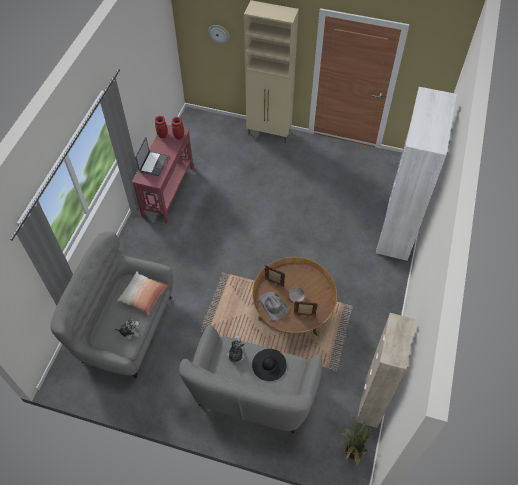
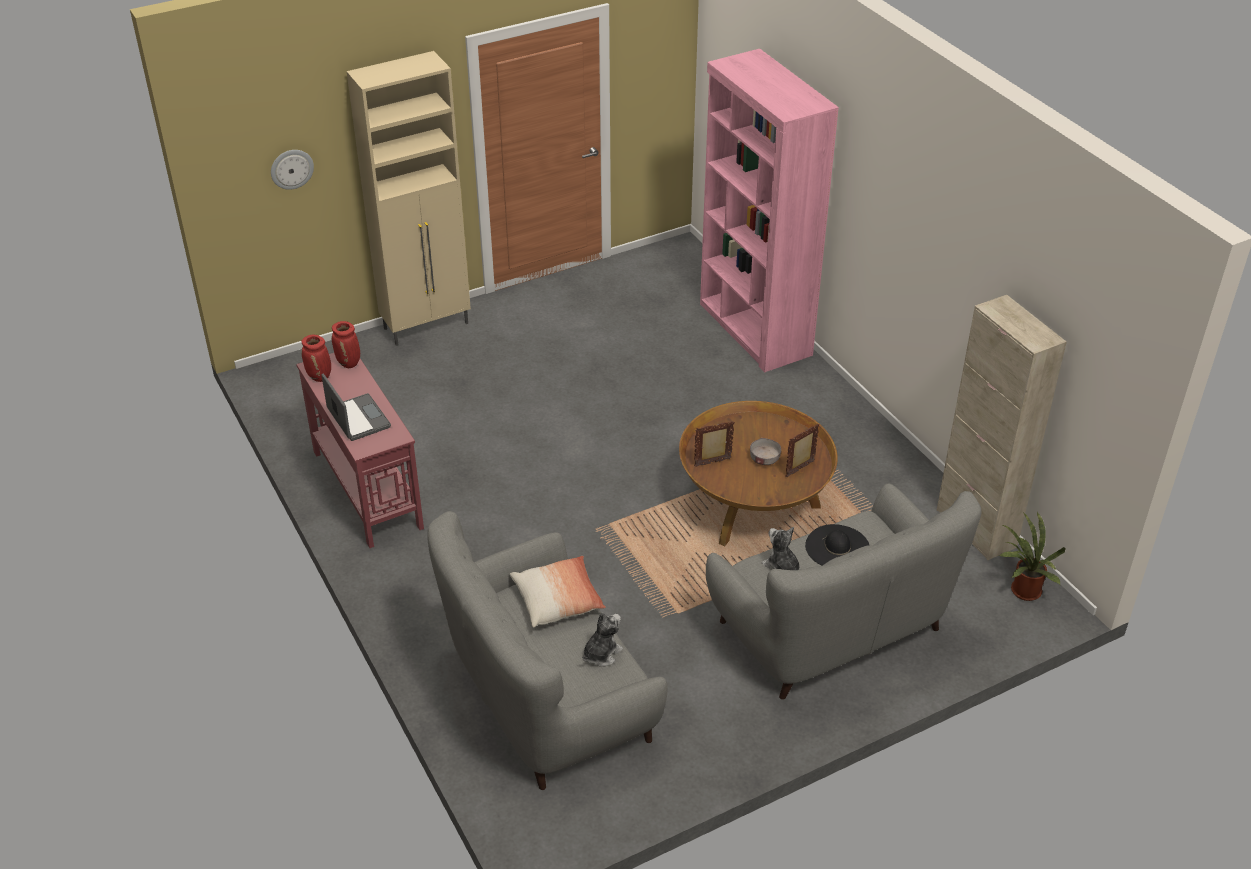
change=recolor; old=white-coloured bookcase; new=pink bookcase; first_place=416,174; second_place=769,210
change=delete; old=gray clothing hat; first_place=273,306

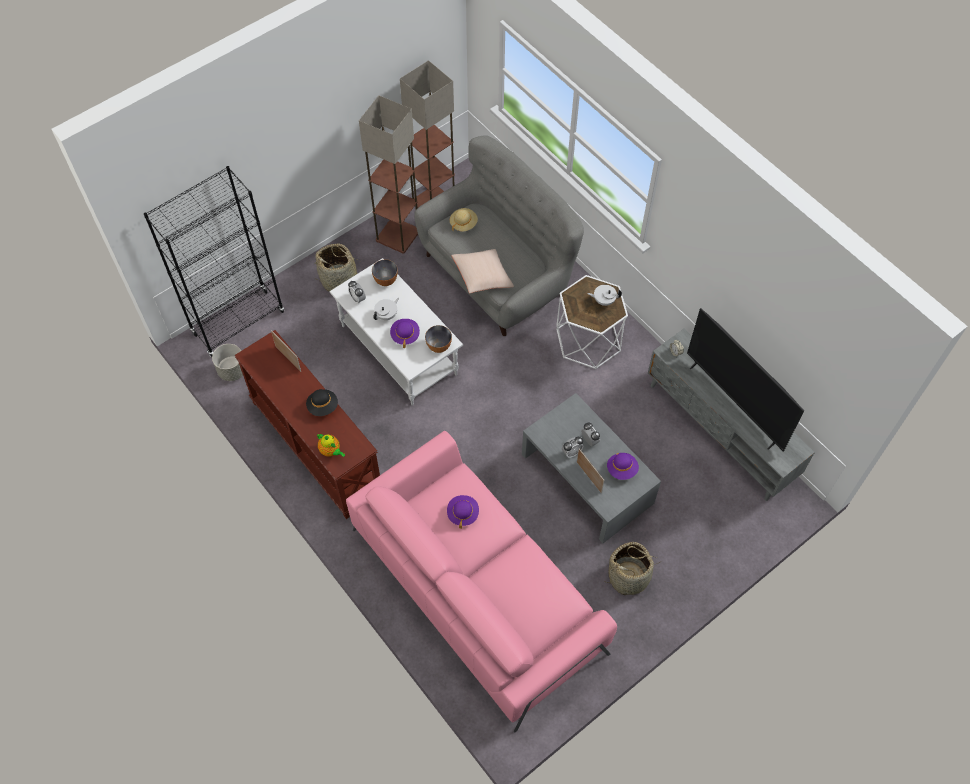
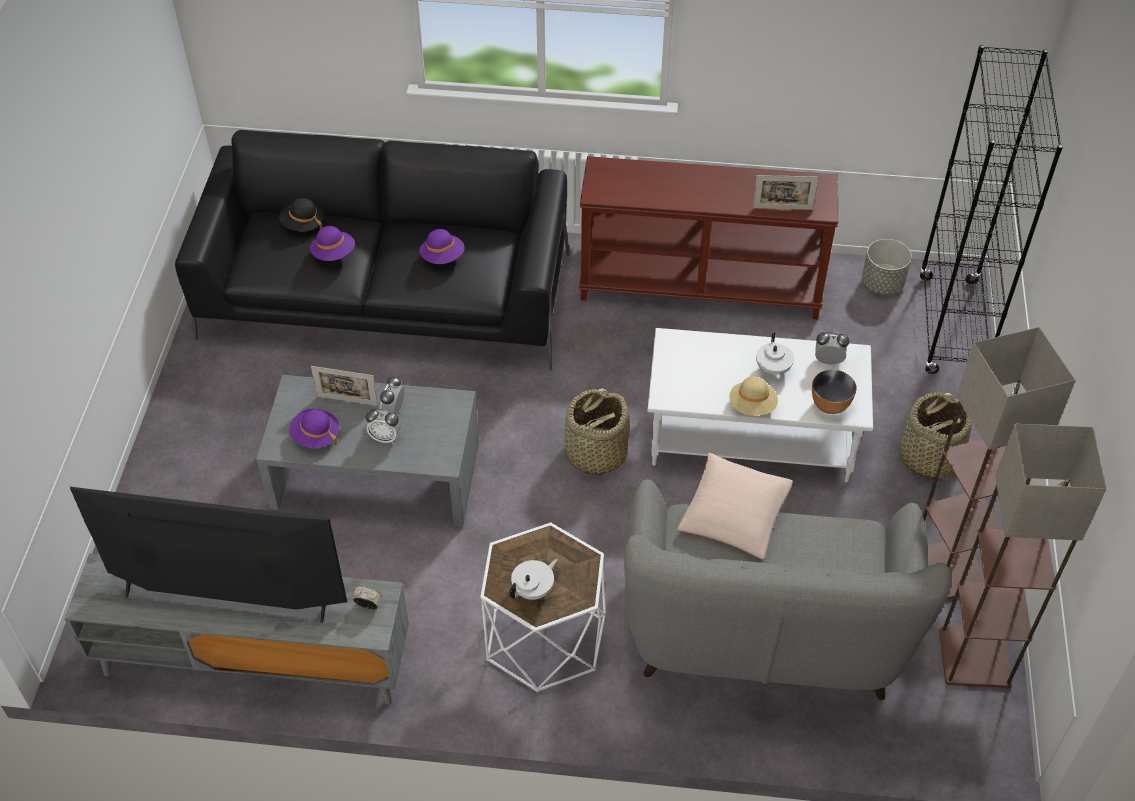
change=recolor; old=pink settee; new=black-coloured settee; first_place=481,581; second_place=372,250
change=move; old=black-coloured clothing hat; first_place=322,402; second_place=301,214
change=move; old=purple clothing hat; first_place=405,333; second_place=332,243
change=move; old=household basket; first_place=633,568; second_place=597,431
change=move; old=sand-coloured clothing hat; first_place=464,219; second_place=753,396
change=delete; old=teapot; first_place=331,445
change=delete; old=bowl; first_place=438,339

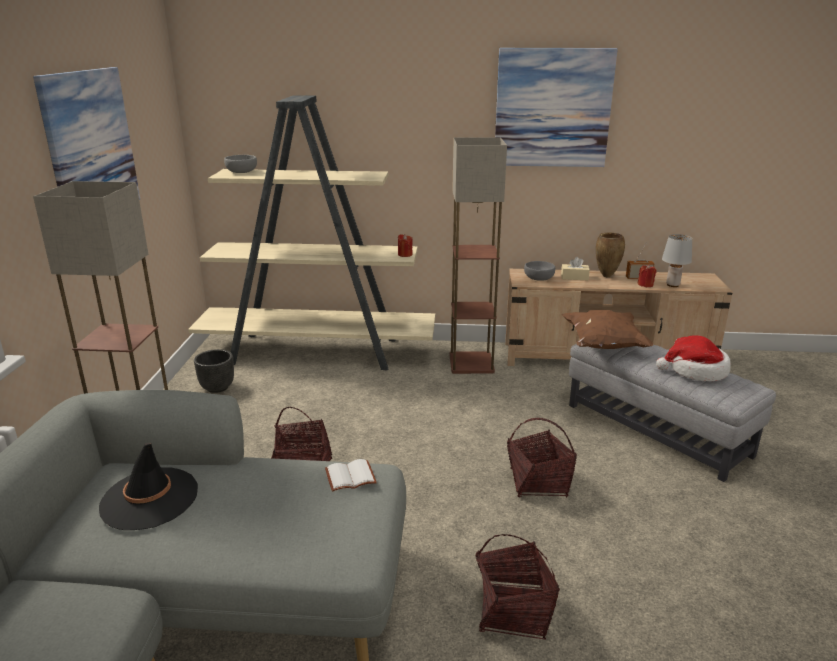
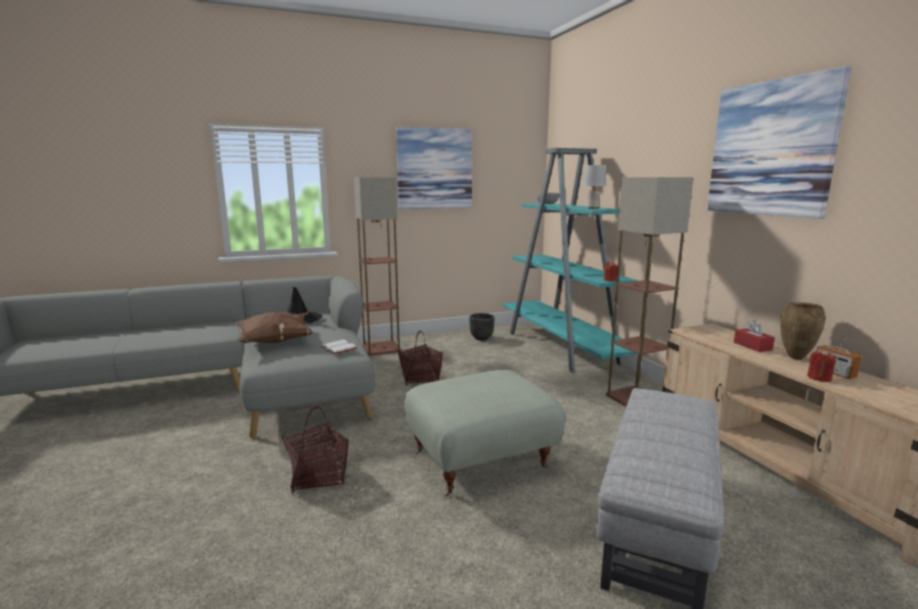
change=move; old=brown cushion; first_place=607,329; second_place=275,327
change=replace; old=household basket; new=gray footrest; first_place=542,457; second_place=485,433
change=recolor; old=sand-coloured bookcase; new=turquoise bookcase; first_place=311,233; second_place=570,260
change=move; old=gray lamp for a table; first_place=677,260; second_place=594,187
change=recolor; old=sand-coloured tissue box; new=red-coloured tissue box; first_place=575,268; second_place=754,336
change=delete; old=gray bowl; first_place=539,271
change=delete; old=clothing hat; first_place=693,358

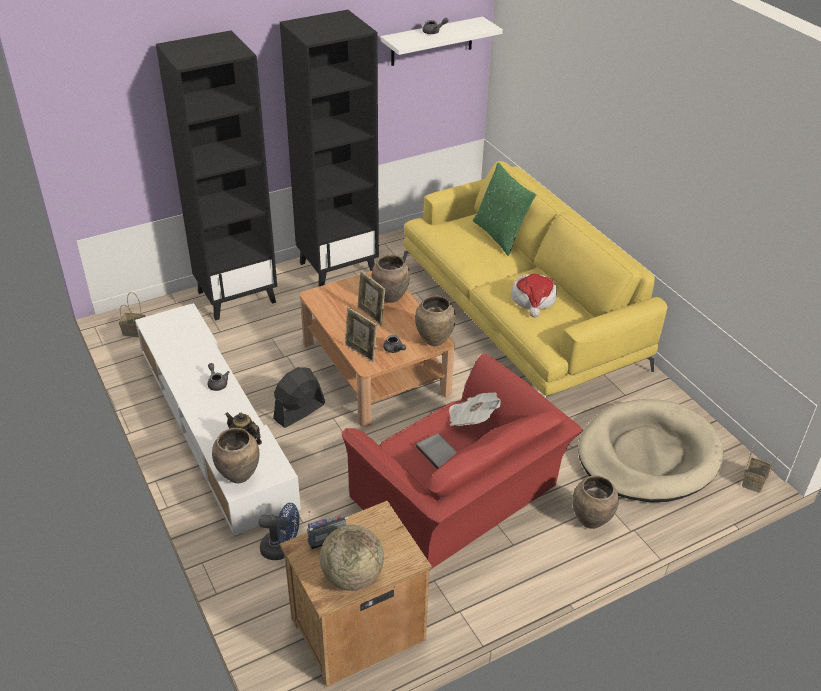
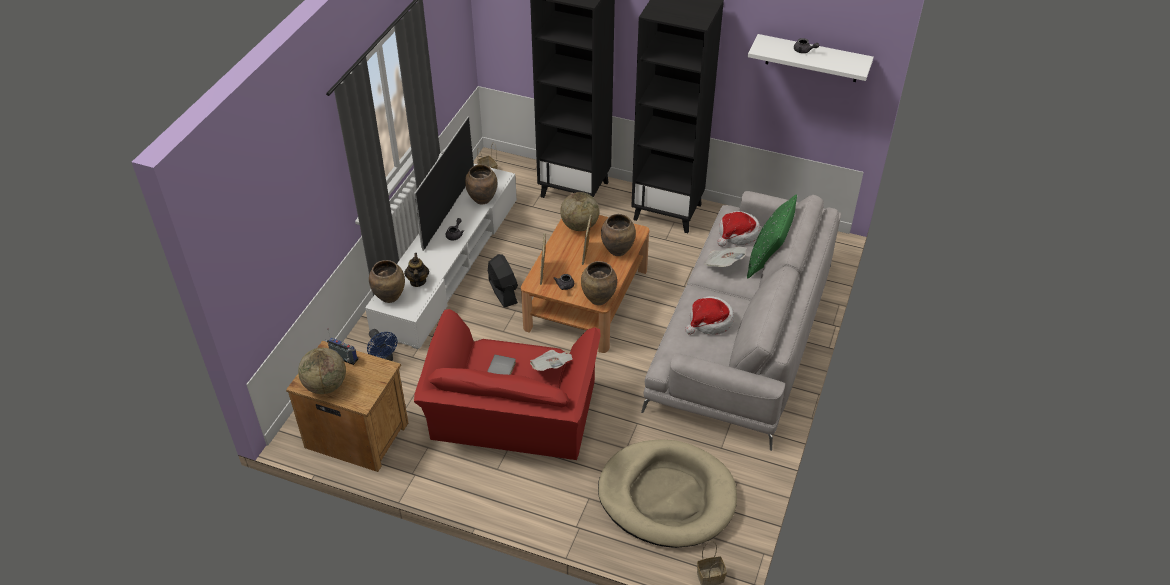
change=insert; new=television; second_place=444,184
change=move; old=brown flower vase; first_place=596,502; second_place=481,184
change=rotate; old=black-coloured fan; first_place=299,397; second_place=503,281; degrees=60
change=insert; new=desk globe; second_place=579,211
change=recolor; old=yellow-coloured settee; new=gray settee; first_place=535,279; second_place=741,321
change=insert; new=daily paper; second_place=725,256
change=insert; new=clothing hat; second_place=739,229

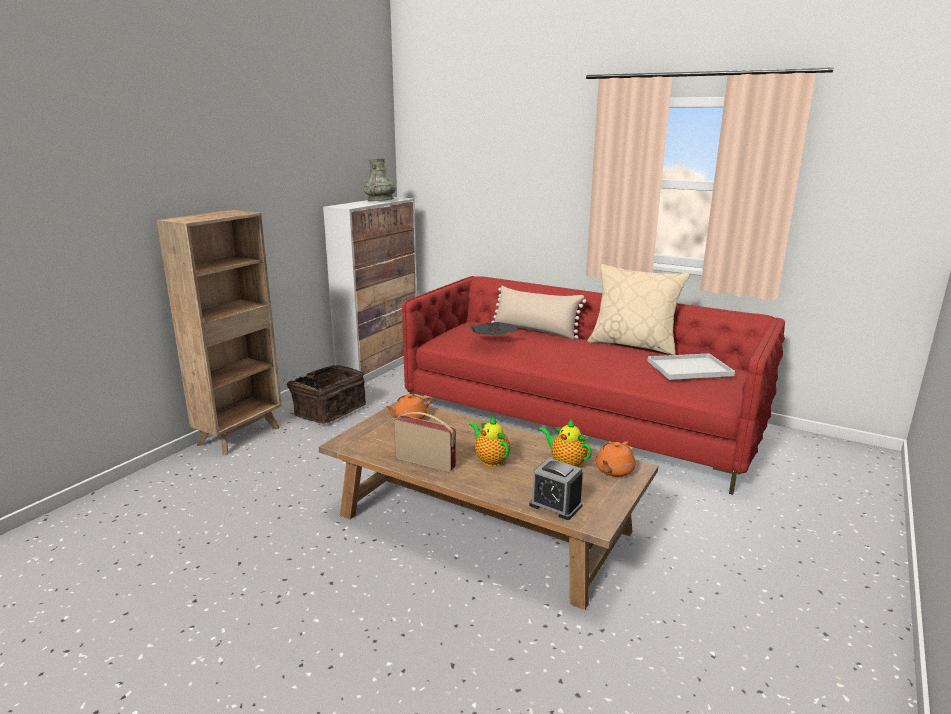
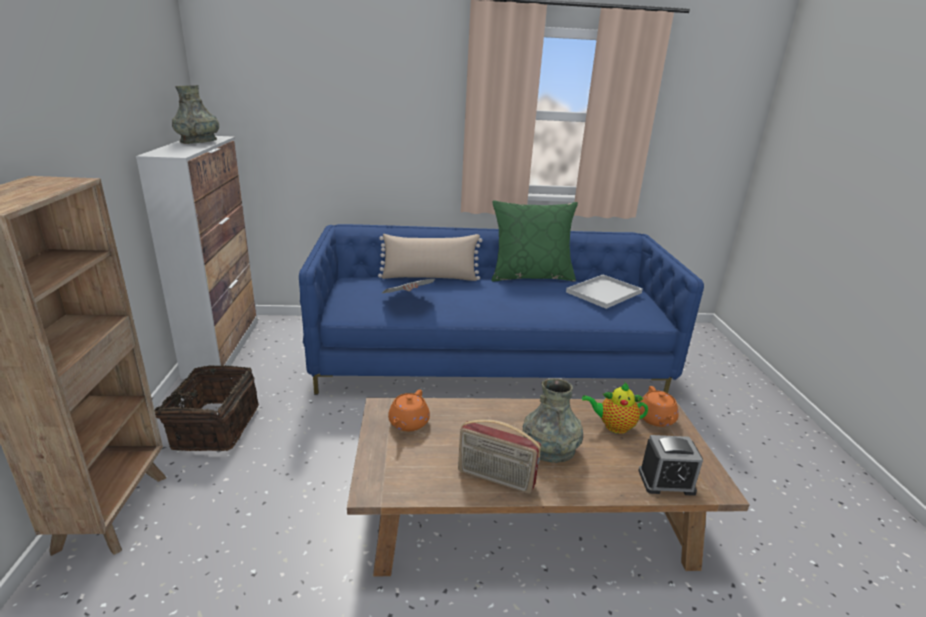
change=recolor; old=red-coloured settee; new=bluish settee; first_place=593,385; second_place=501,309
change=rotate; old=radio; first_place=425,442; second_place=499,456; degrees=-150
change=recolor; old=sand-coloured cushion; new=green-coloured cushion; first_place=638,309; second_place=535,241
change=replace; old=teapot; new=gray flower vase; first_place=489,441; second_place=553,420

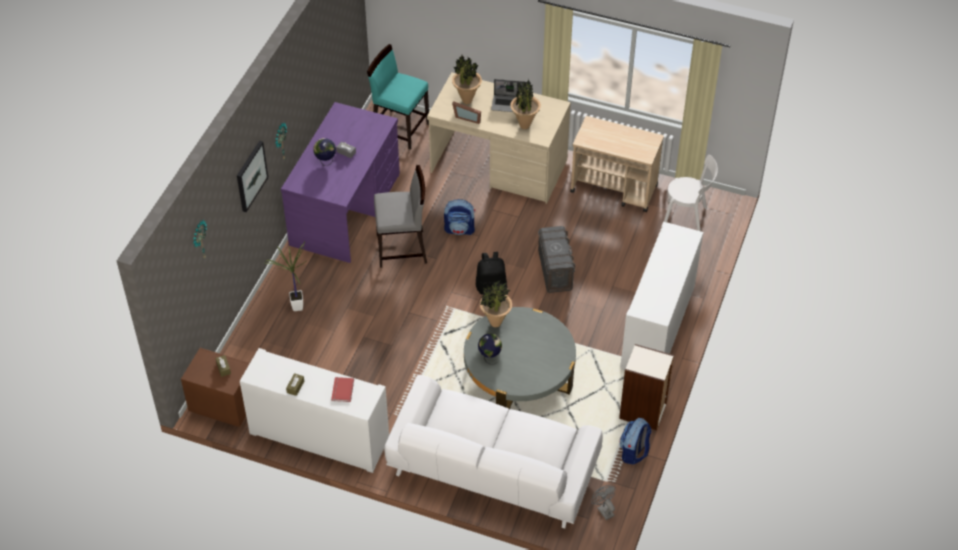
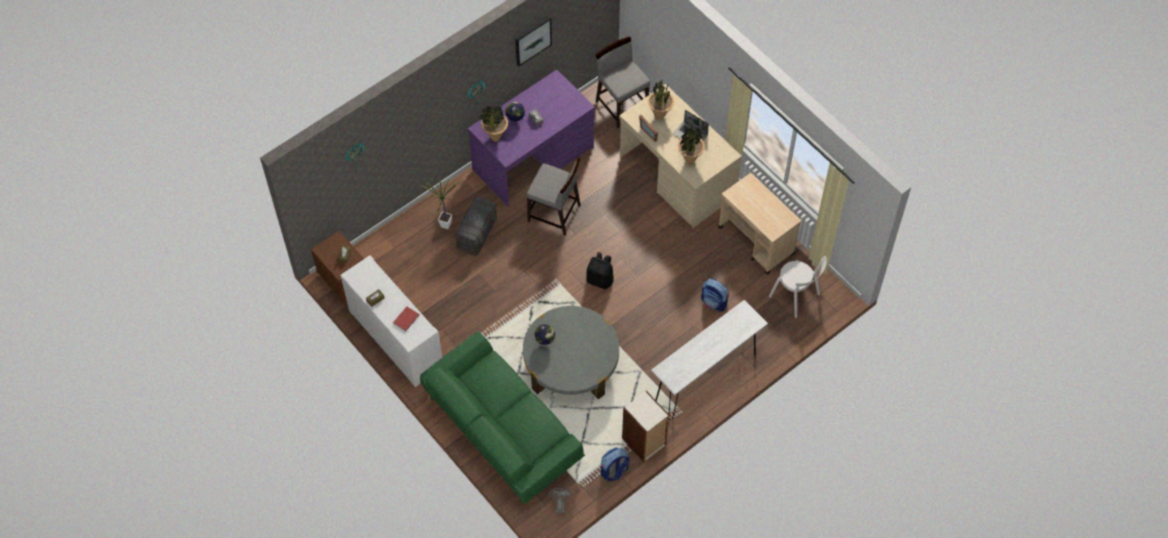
change=recolor; old=white-coloured settee; new=green-coloured settee; first_place=493,451; second_place=502,417
change=move; old=gray storage box; first_place=556,259; second_place=475,226
change=move; old=plant in a pot; first_place=496,304; second_place=493,124
change=move; old=picture; first_place=252,176; second_place=533,41
change=recolor; old=turquoise upright chair; new=gray upright chair; first_place=398,97; second_place=623,82
change=replace; old=white-coloured cabinet; new=white-coloured hall table; first_place=661,296; second_place=709,360
change=move; old=backpack; first_place=459,217; second_place=715,295

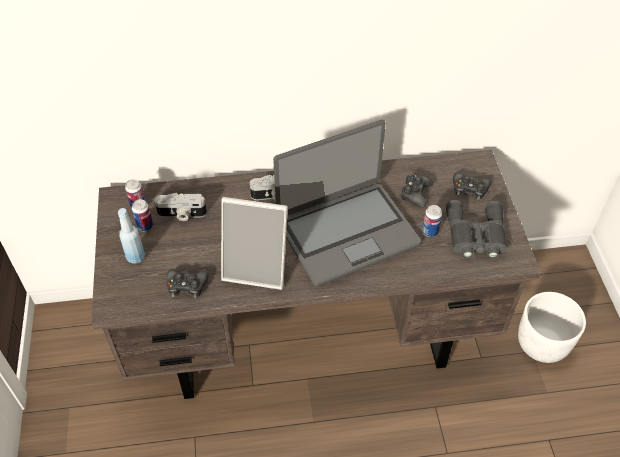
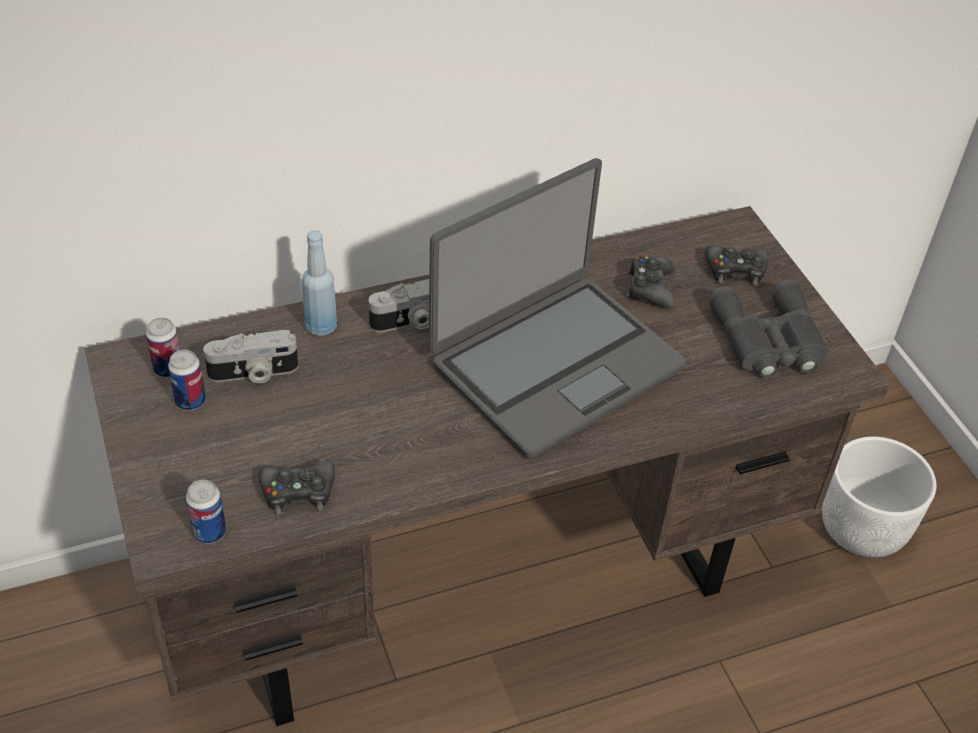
change=move; old=sealed can; first_place=432,221; second_place=206,512
change=move; old=bluish beverage bottle; first_place=131,236; second_place=319,283
change=delete; old=standing frame; first_place=254,243

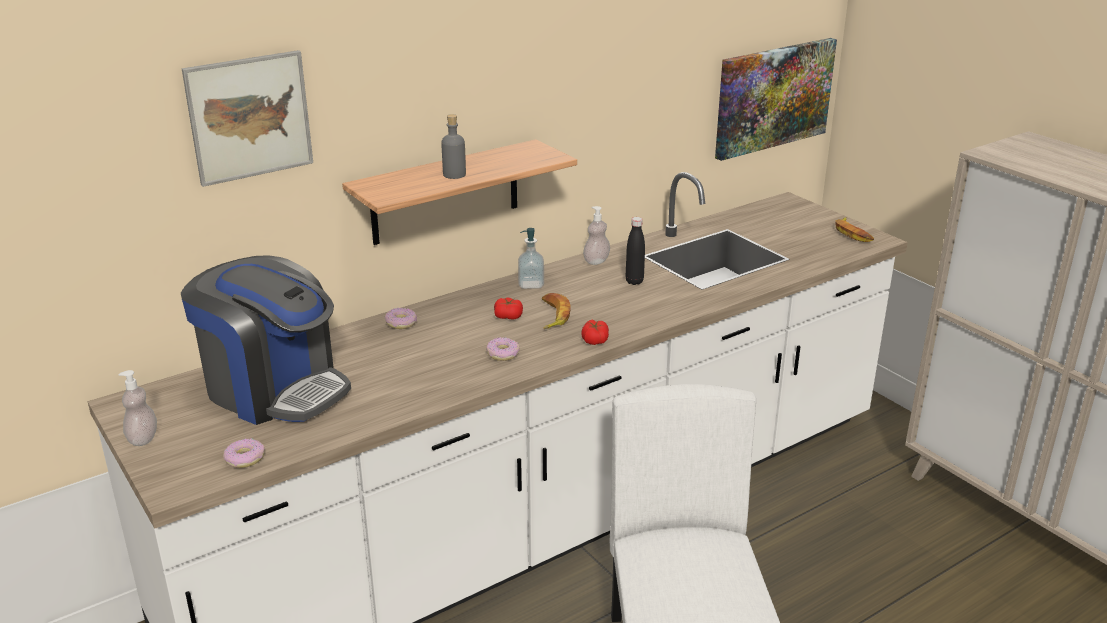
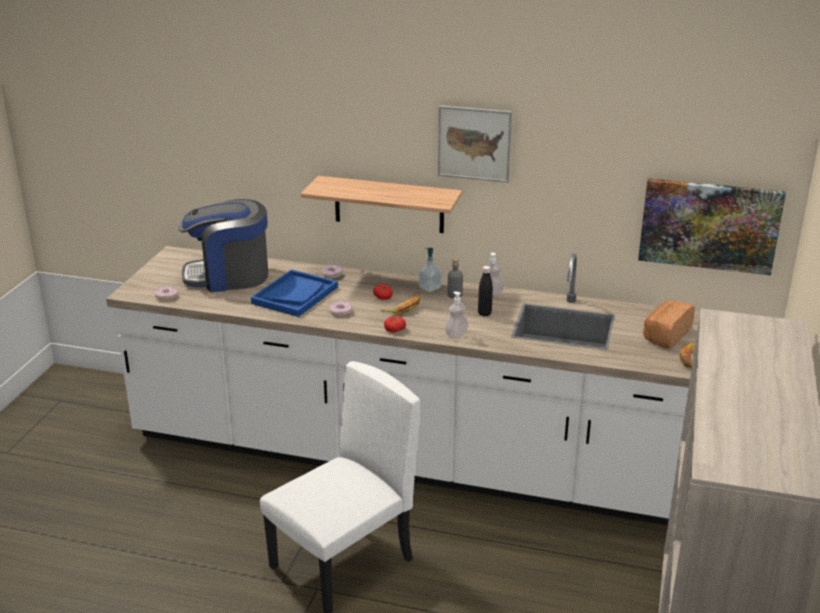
change=rotate; old=coffee brewer; first_place=266,340; second_place=223,245; degrees=90
change=insert; new=bluish tray; second_place=294,293
change=move; old=picture; first_place=247,118; second_place=475,144
change=move; old=soap bottle; first_place=138,408; second_place=456,315
change=move; old=gray beverage bottle; first_place=453,146; second_place=455,278
change=insert; new=bread; second_place=669,324

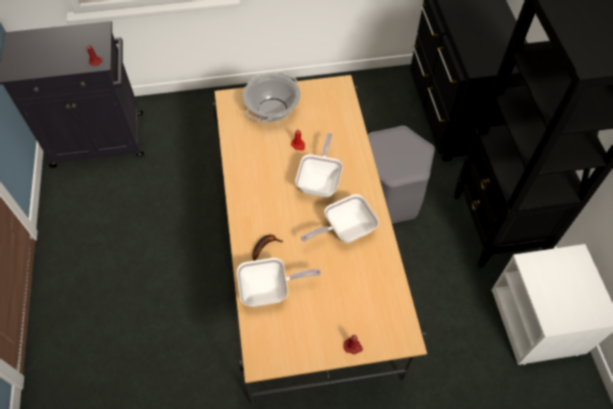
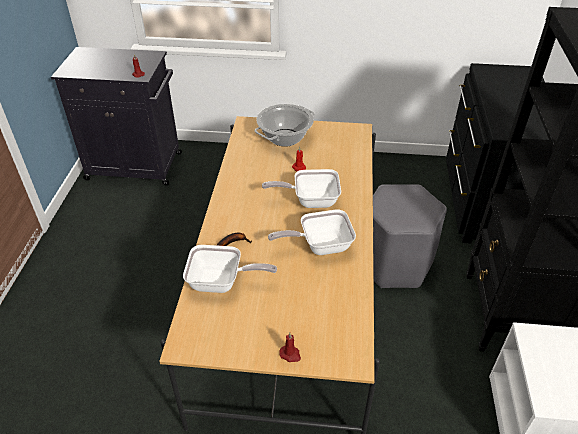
change=rotate; old=skillet; first_place=319,165; second_place=301,188; degrees=-120

